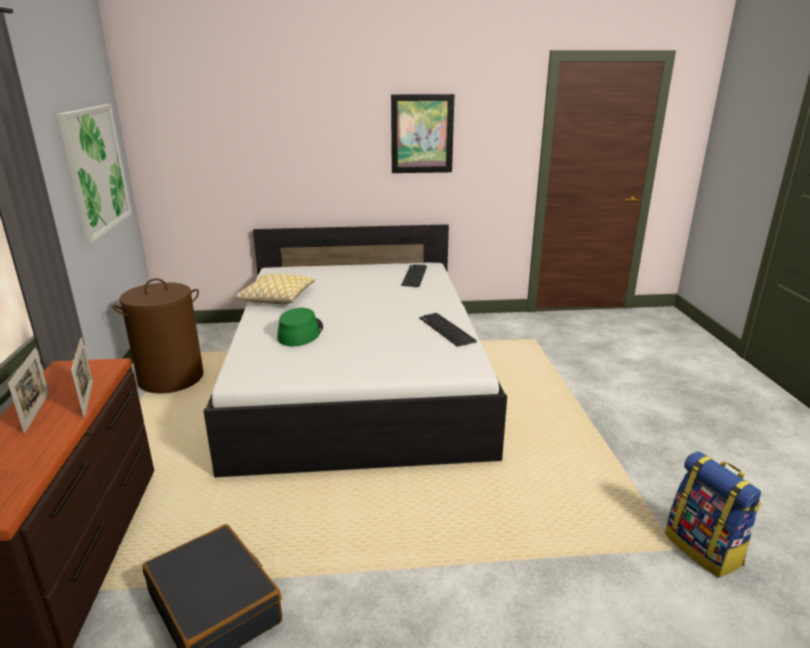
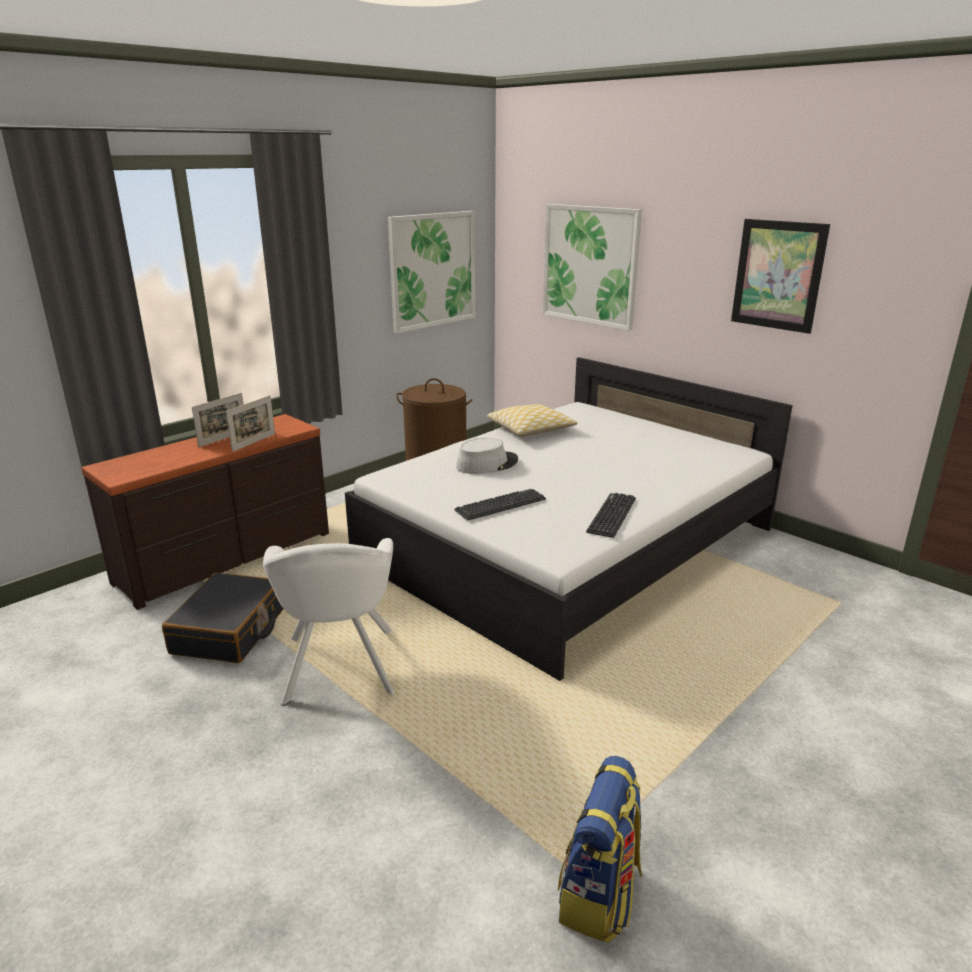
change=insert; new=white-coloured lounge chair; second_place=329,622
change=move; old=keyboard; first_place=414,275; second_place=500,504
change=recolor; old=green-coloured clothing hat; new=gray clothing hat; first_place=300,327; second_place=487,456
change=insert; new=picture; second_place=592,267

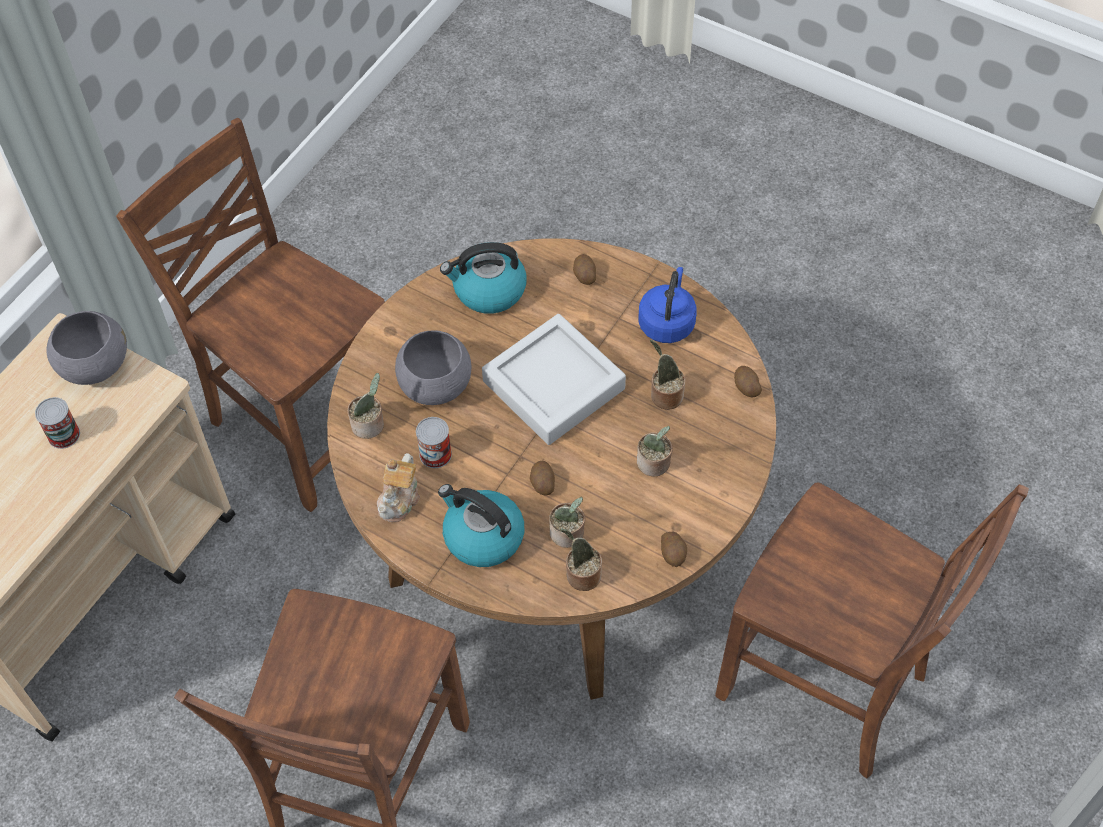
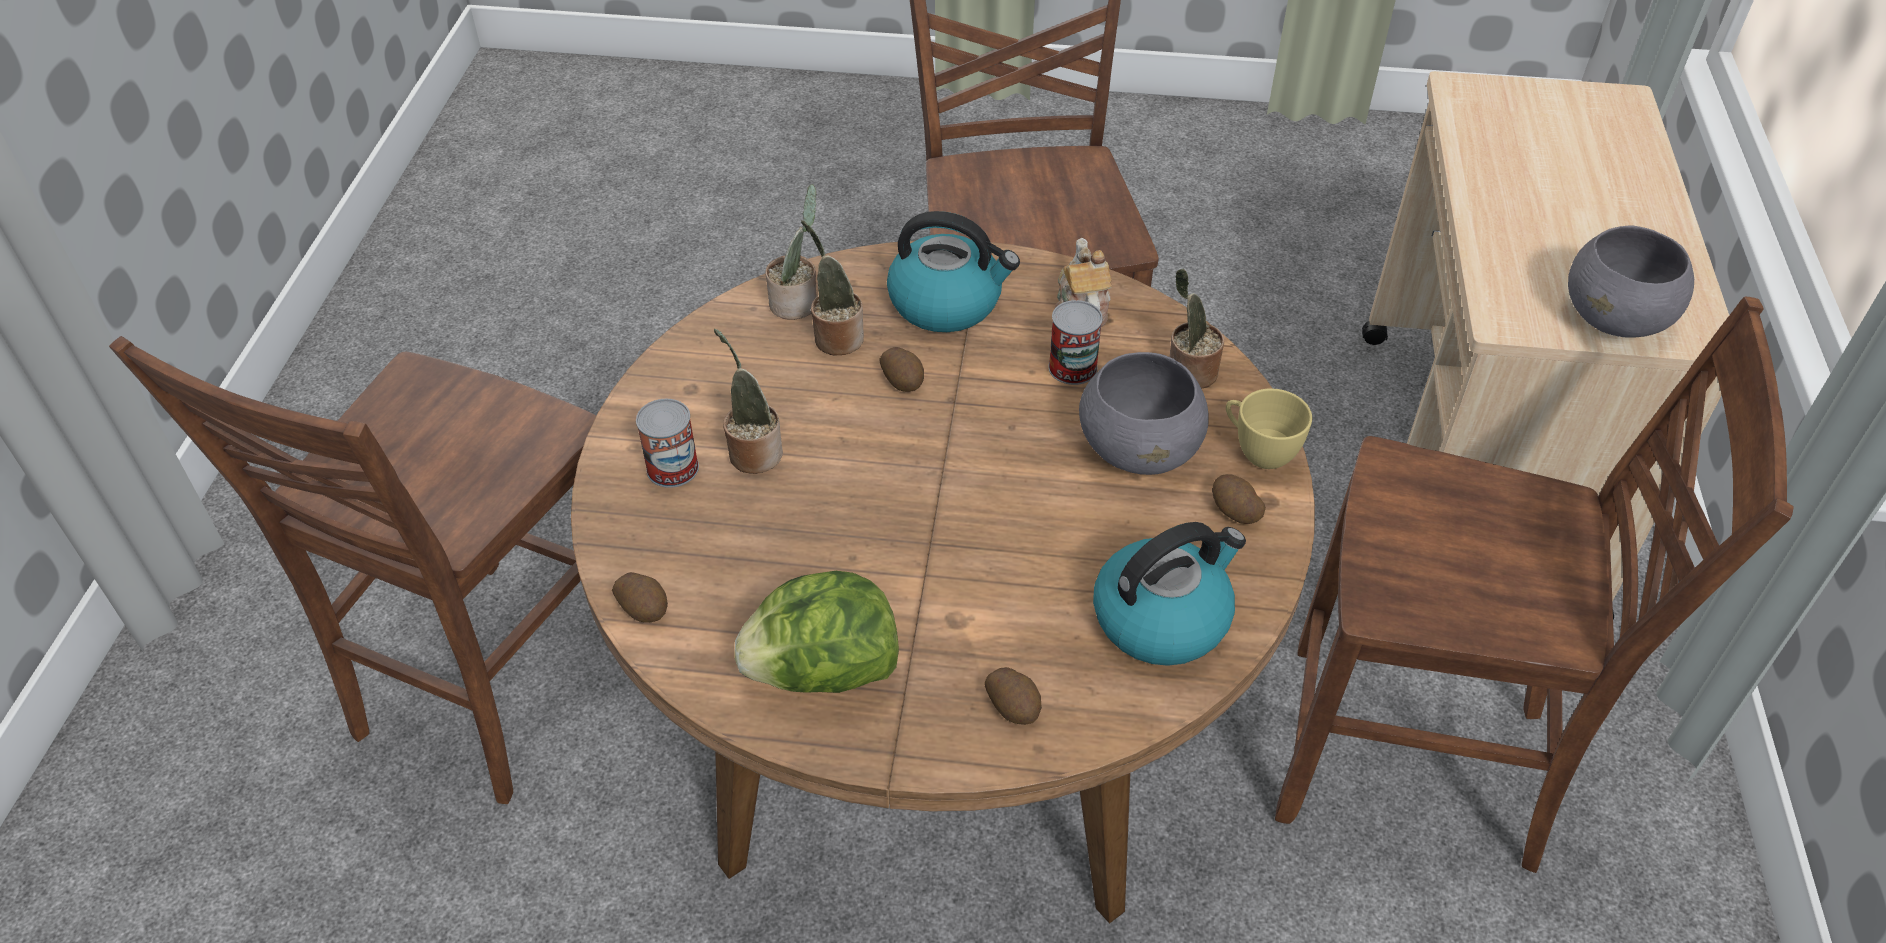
change=rotate; old=brown upright chair; first_place=872,631; second_place=353,570; degrees=-75
change=move; old=sealed can; first_place=57,423; second_place=667,443
change=replace; old=bluish tea kettle; new=lettuce; first_place=667,305; second_place=816,632
change=move; old=whole potato; first_place=674,549; second_place=1239,499
change=insert; new=yellow-coloured small cup; second_place=1269,428
change=delete; old=gray tray; first_place=554,379
change=delete; old=plant in a pot; first_place=667,375

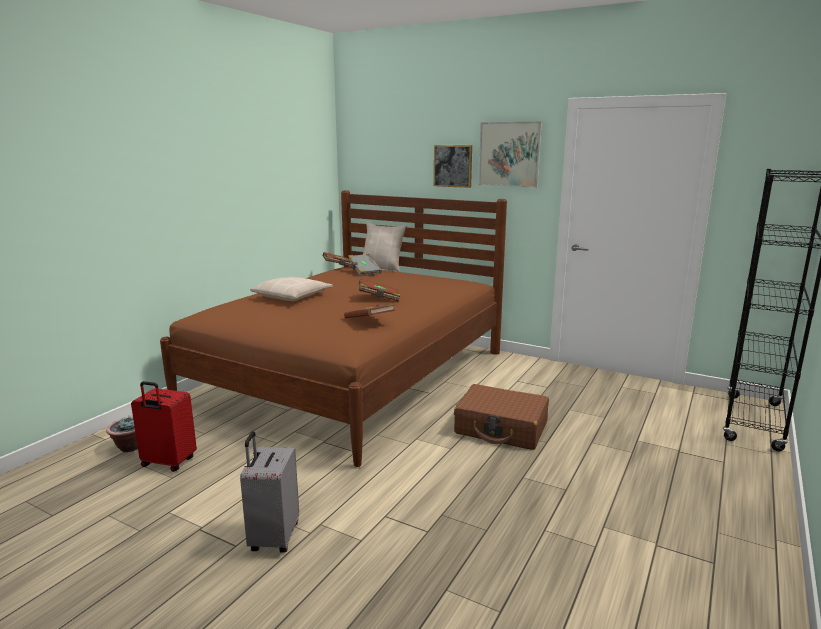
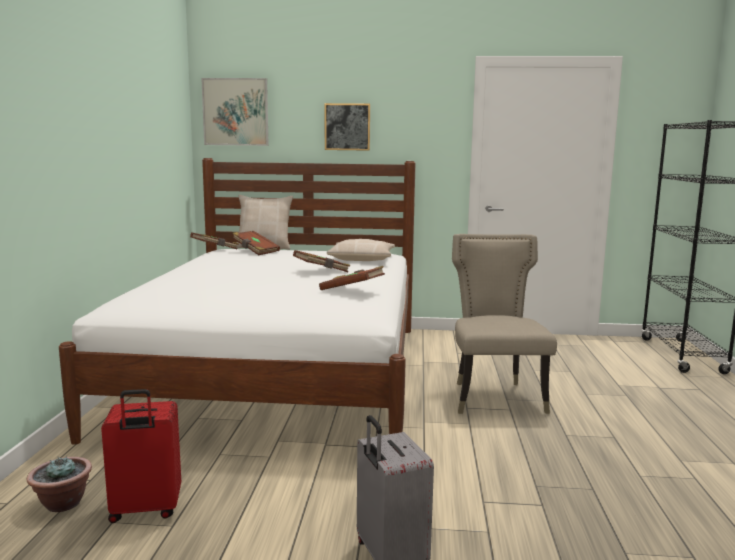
change=recolor; old=brown bed; new=white-coloured bed; first_place=333,328; second_place=237,301
change=move; old=picture; first_place=510,155; second_place=235,112
change=recolor; old=gray book; new=brown book; first_place=365,265; second_place=256,243
change=move; old=sand-coloured cushion; first_place=291,289; second_place=361,250
change=replace; old=brown piece of luggage; new=sand-coloured upright chair; first_place=501,417; second_place=504,324

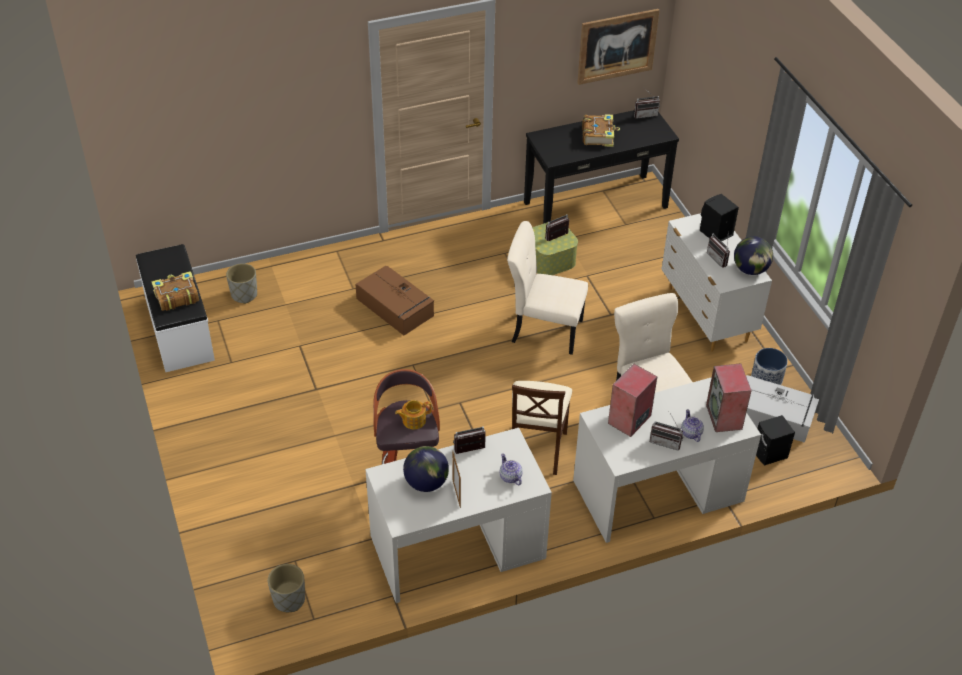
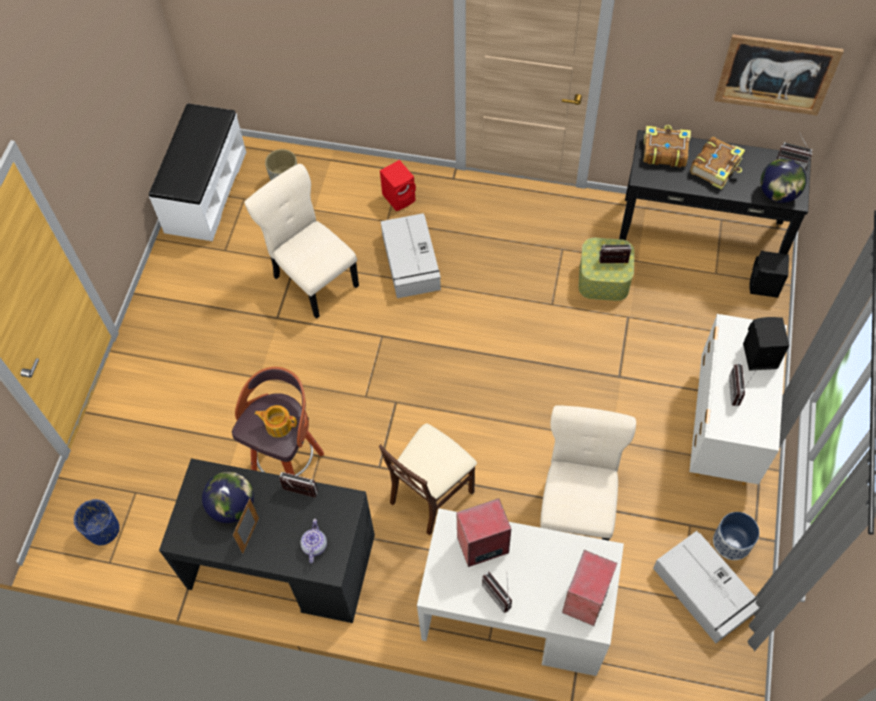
change=recolor; old=gray planter; new=bluish planter; first_place=286,588; second_place=97,522
change=recolor; old=white-coloured desk table; new=black-coloured desk table; first_place=458,515; second_place=267,540
change=move; old=sand-coloured upright chair; first_place=547,288; second_place=301,241
change=insert; new=red-coloured loudspeaker; second_place=398,185
change=recolor; old=brown storage box; new=gray storage box; first_place=394,300; second_place=411,255
change=move; old=book; first_place=175,291; second_place=667,146
change=move; old=black-coloured loudspeaker; first_place=775,440; second_place=769,274
change=move; old=desk globe; first_place=753,255; second_place=783,180
change=delete; old=teapot; first_place=692,425

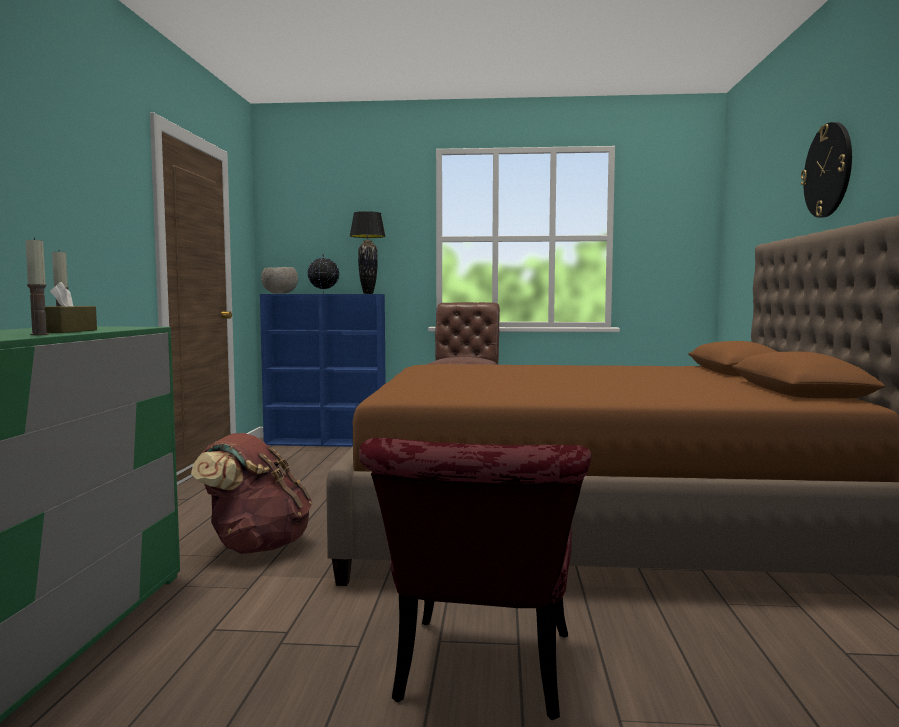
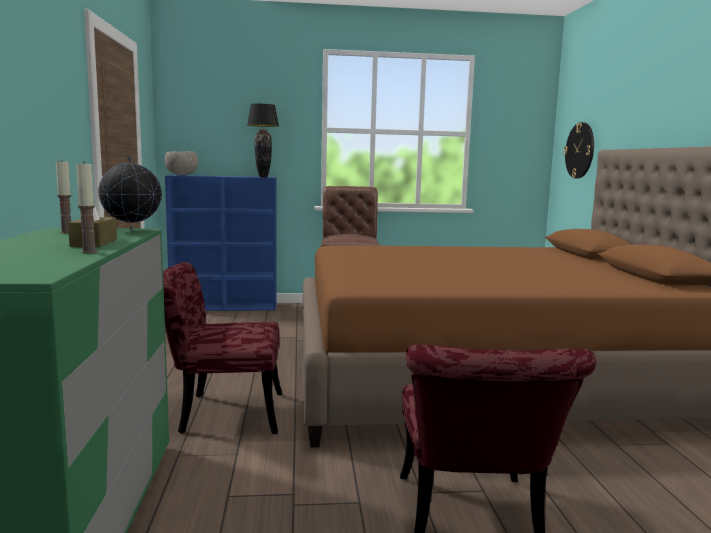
change=move; old=desk globe; first_place=323,274; second_place=130,193
change=replace; old=brown backpack; new=red-coloured upright chair; first_place=251,493; second_place=222,348
change=move; old=clock on the wall; first_place=826,170; second_place=579,150

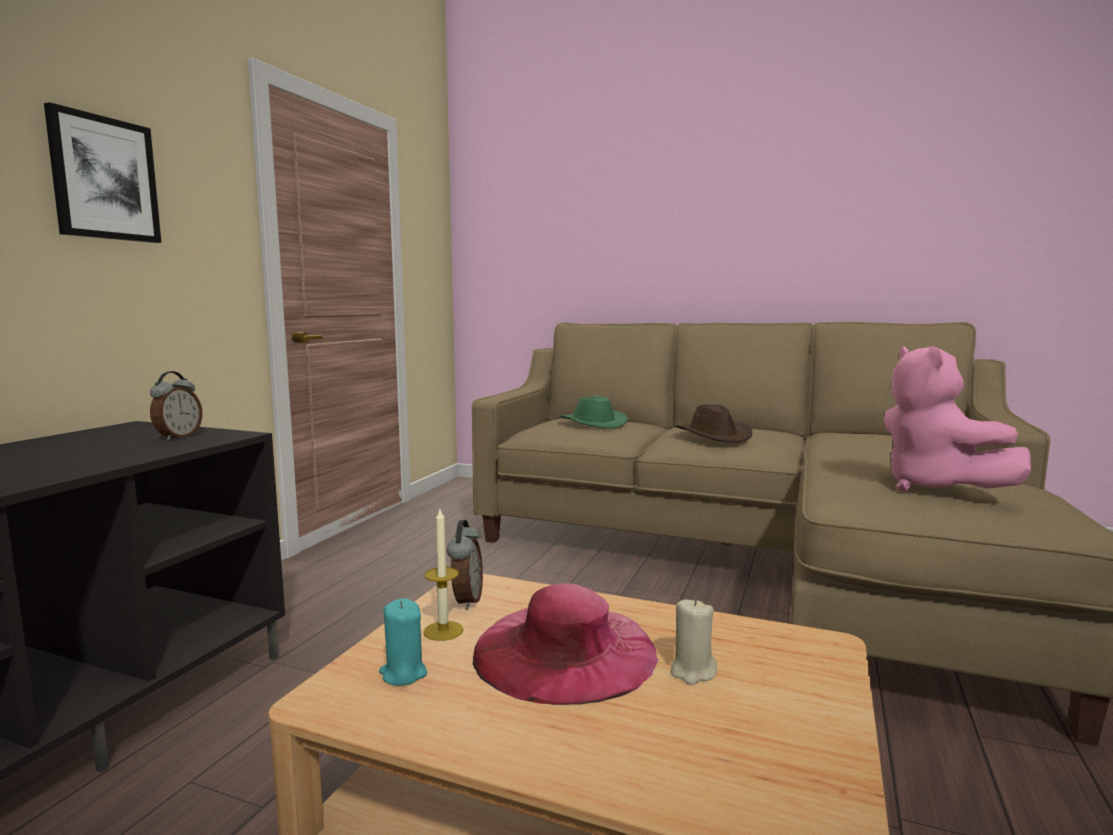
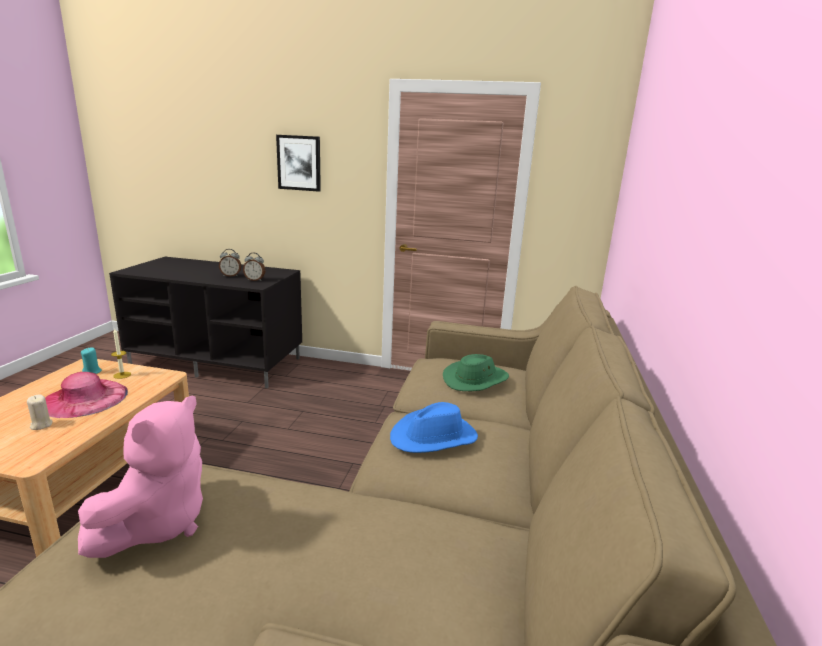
change=rotate; old=pink cuddly toy; first_place=957,418; second_place=140,477; degrees=135
change=move; old=bedside clock; first_place=465,565; second_place=230,263
change=recolor; old=brown clothing hat; new=bluish clothing hat; first_place=713,424; second_place=434,427

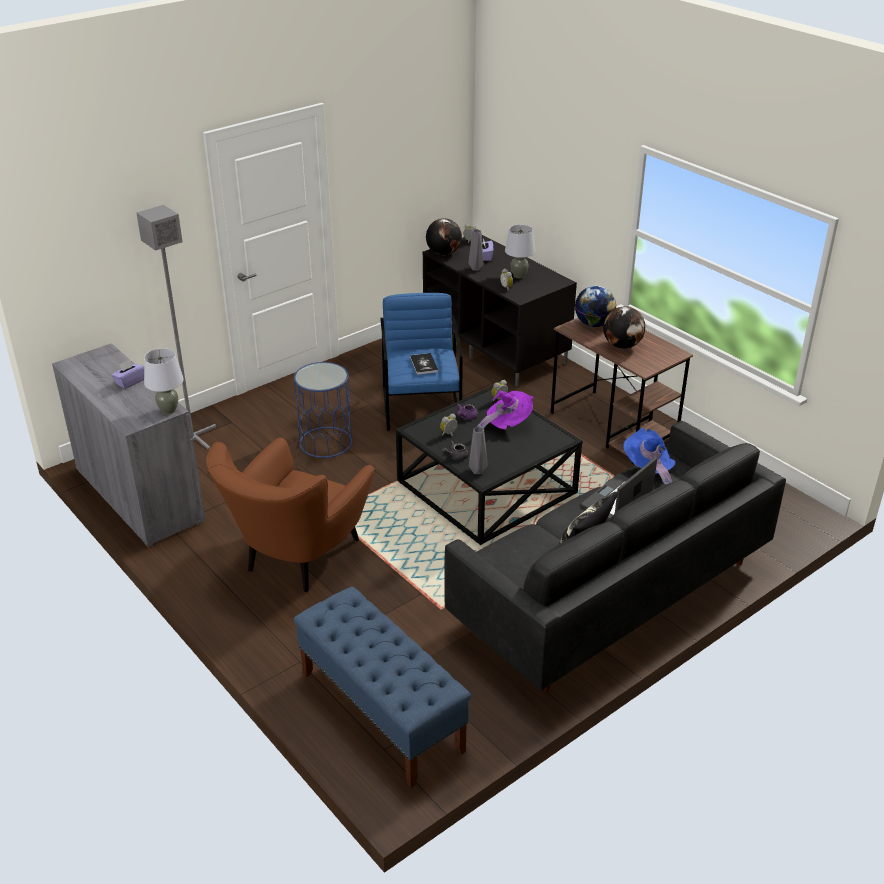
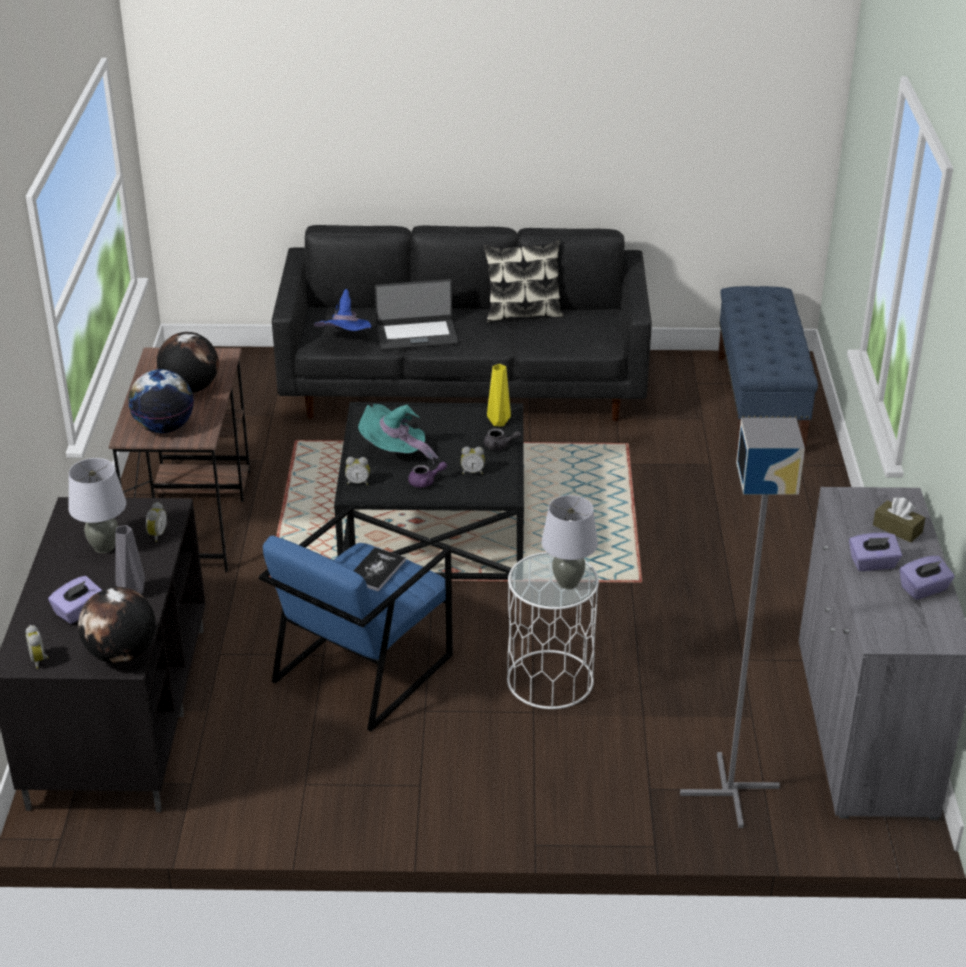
change=recolor; old=purple clothing hat; new=turquoise clothing hat; first_place=505,410; second_place=398,434
change=recolor; old=gray flower vase; new=yellow-coloured flower vase; first_place=478,450; second_place=499,395
change=recolor; old=bluish end table; new=white-coloured end table; first_place=322,410; second_place=553,630
change=move; old=gray lamp for a table; first_place=164,381; second_place=569,542
change=insert; new=brown tissue box; second_place=899,520
change=insert; new=purple tissue box; second_place=927,578
change=delete; old=brown lounge chair; first_place=290,515

